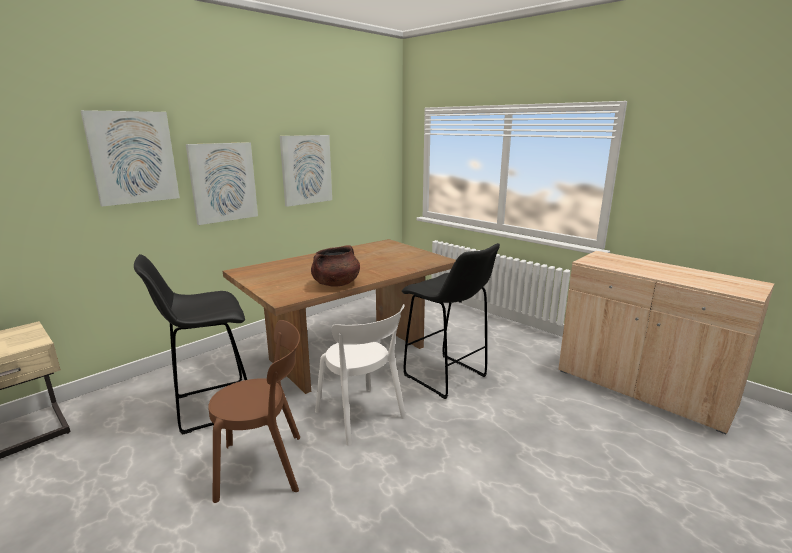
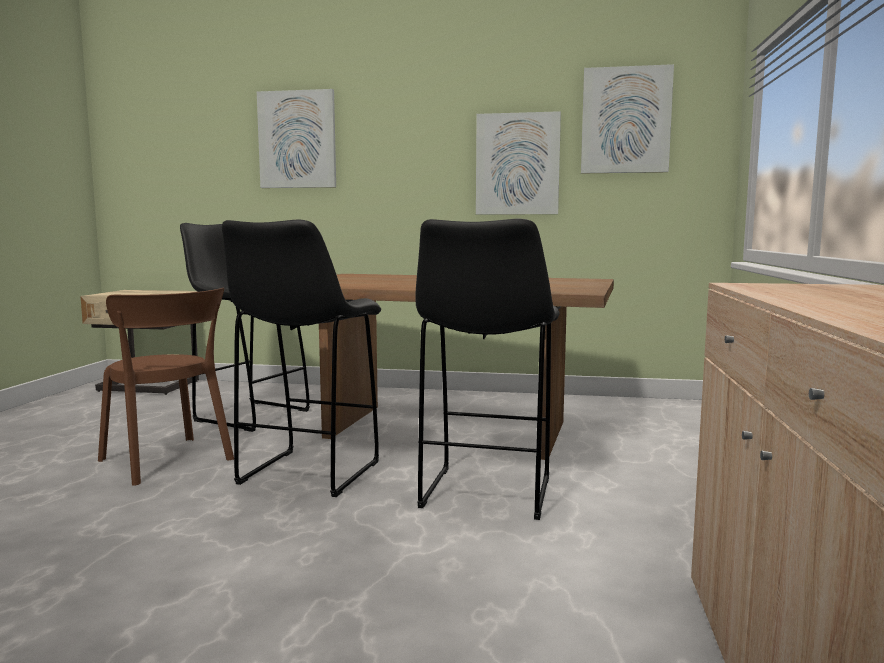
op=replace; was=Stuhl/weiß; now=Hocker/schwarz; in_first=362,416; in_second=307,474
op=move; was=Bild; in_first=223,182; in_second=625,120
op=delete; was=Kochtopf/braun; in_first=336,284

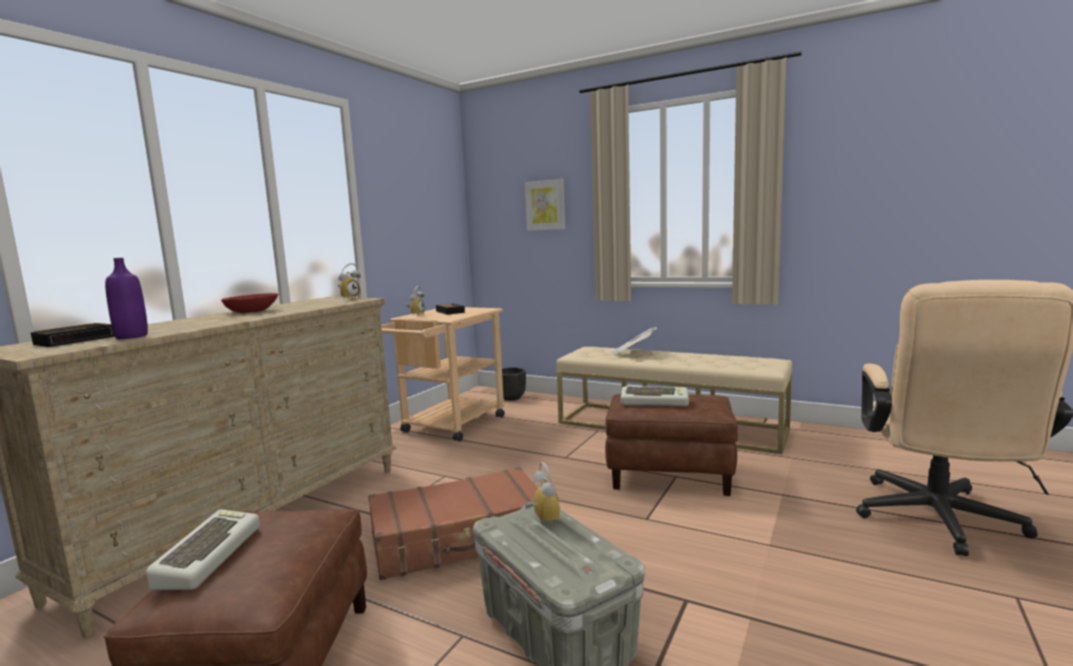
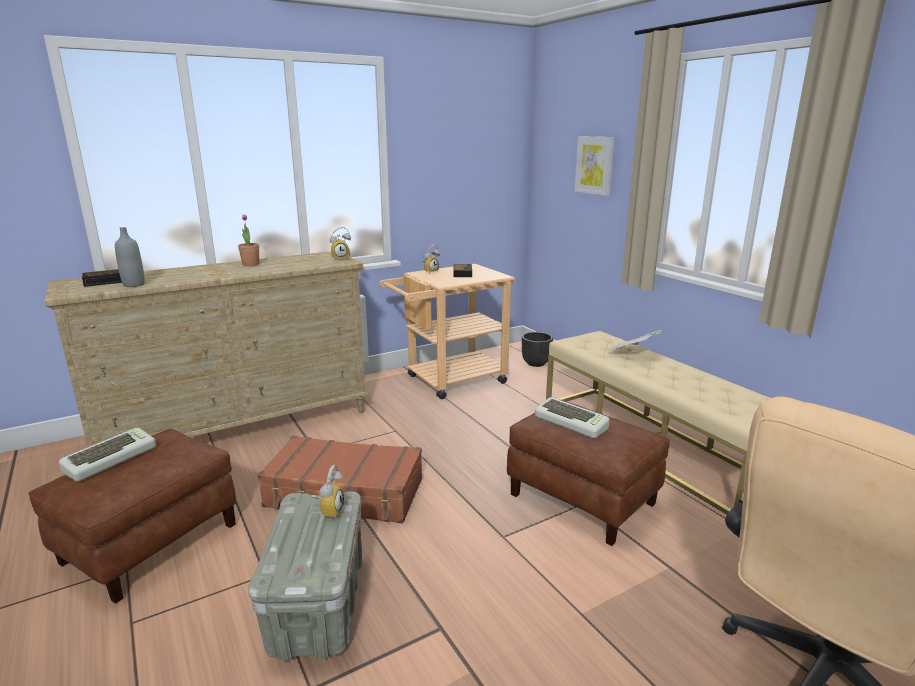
op=recolor; was=Flasche/lila; now=Flasche/grau; in_first=131,336; in_second=134,285
op=replace; was=Schüssel/rot; now=Topfpflanze; in_first=252,311; in_second=250,264

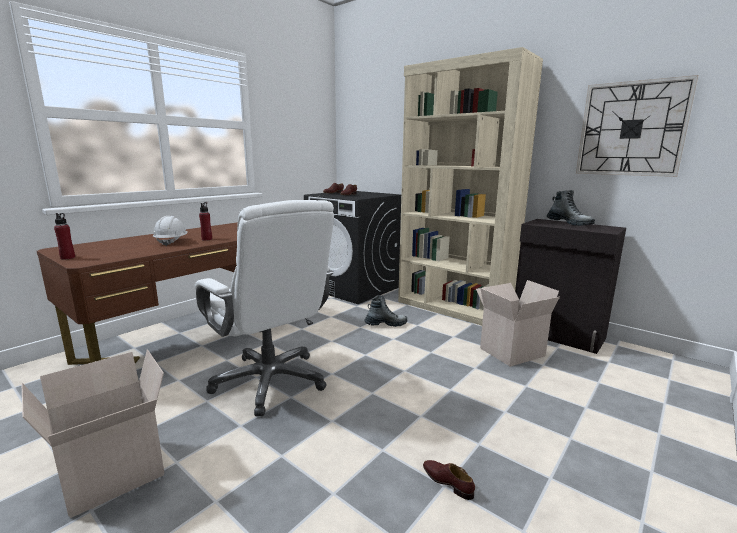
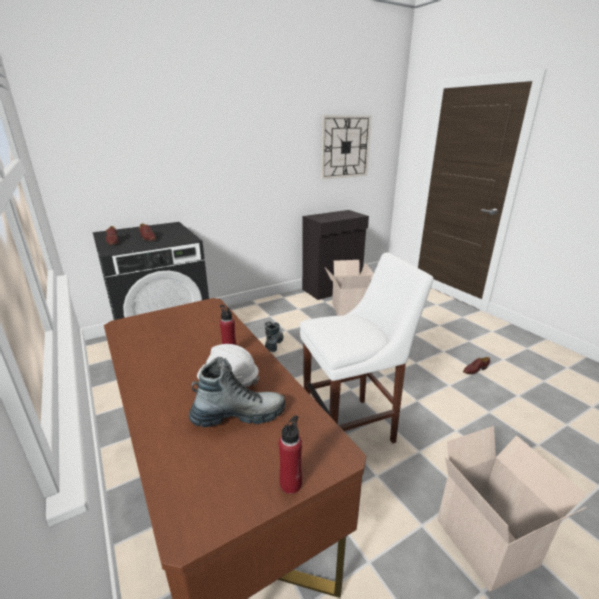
op=move; was=Stiefel; in_first=569,223; in_second=239,415
op=replace; was=Bürostuhl/weiß; now=Hocker/weiß; in_first=270,381; in_second=352,427
op=delete; was=Bücherregal/beige; in_first=453,308

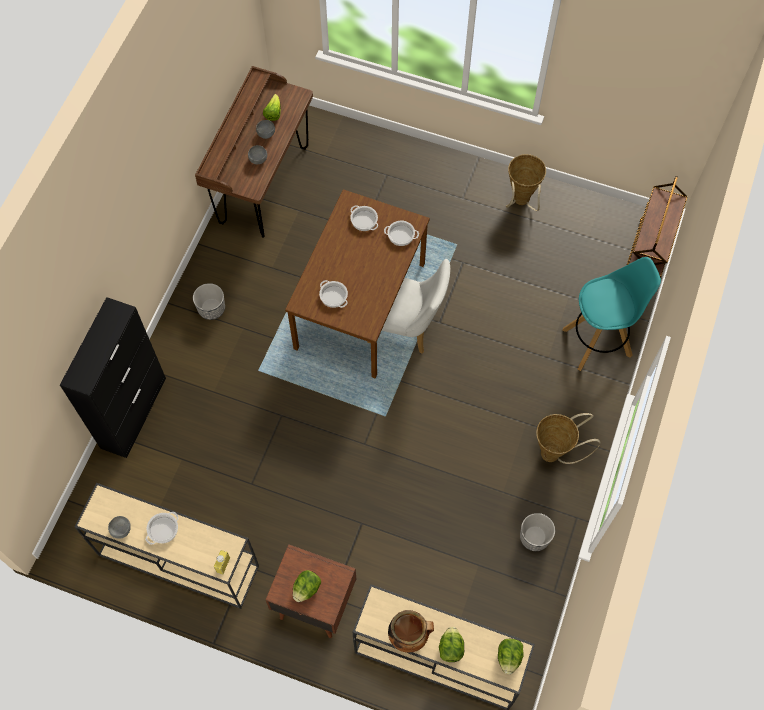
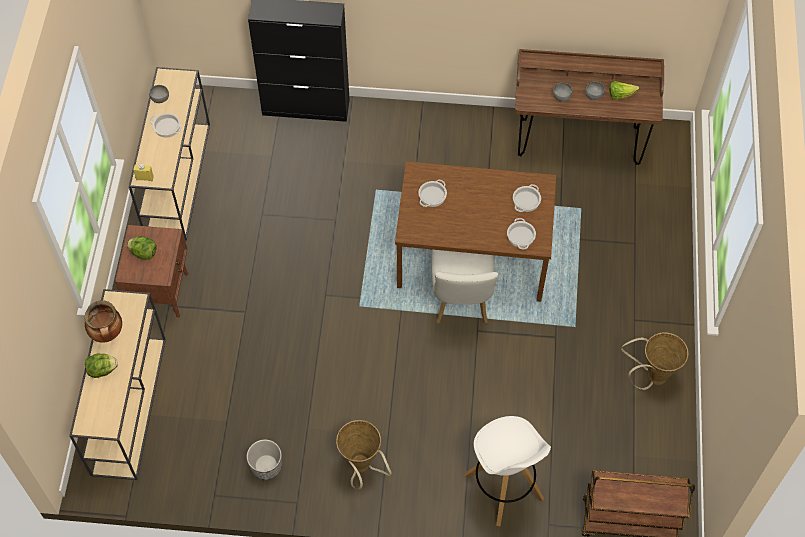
op=recolor; was=Hocker/türkis; now=Hocker/weiß; in_first=598,342; in_second=504,488
op=delete; was=Pflanzkübel; in_first=211,308
op=delete; was=Salatkopf; in_first=509,657

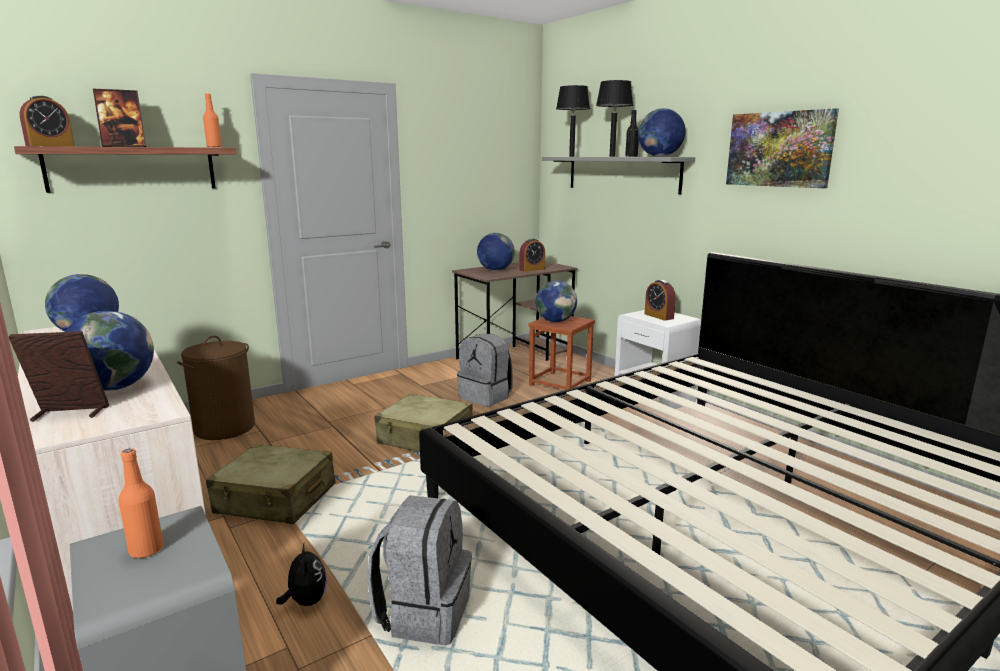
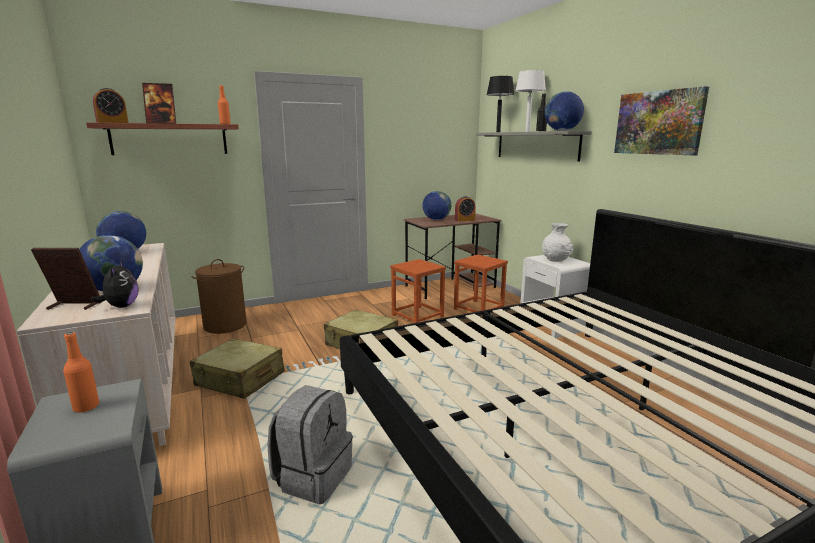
op=move; was=Plüschtier; in_first=306,601; in_second=121,306
op=replace; was=Rucksack/grau; now=Hocker/braun; in_first=486,397; in_second=418,315
op=recolor; was=Tischlampe/schwarz; now=Tischlampe/weiß; in_first=612,156; in_second=527,131
op=replace; was=Wecker; now=Vase/weiß; in_first=658,316; in_second=556,260
op=delete; was=Globus; in_first=555,321

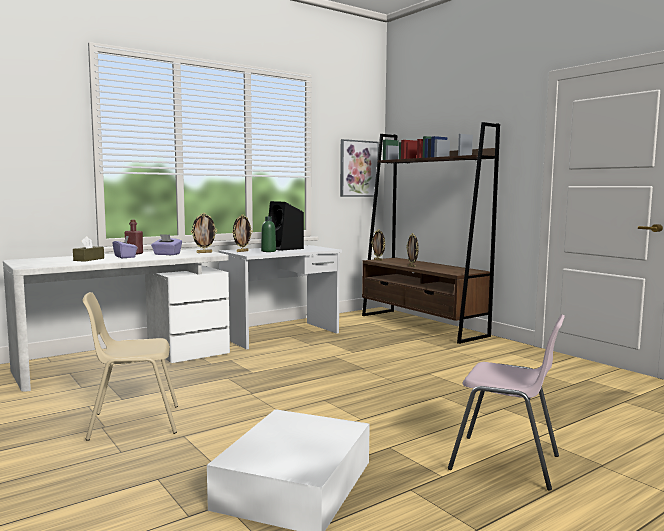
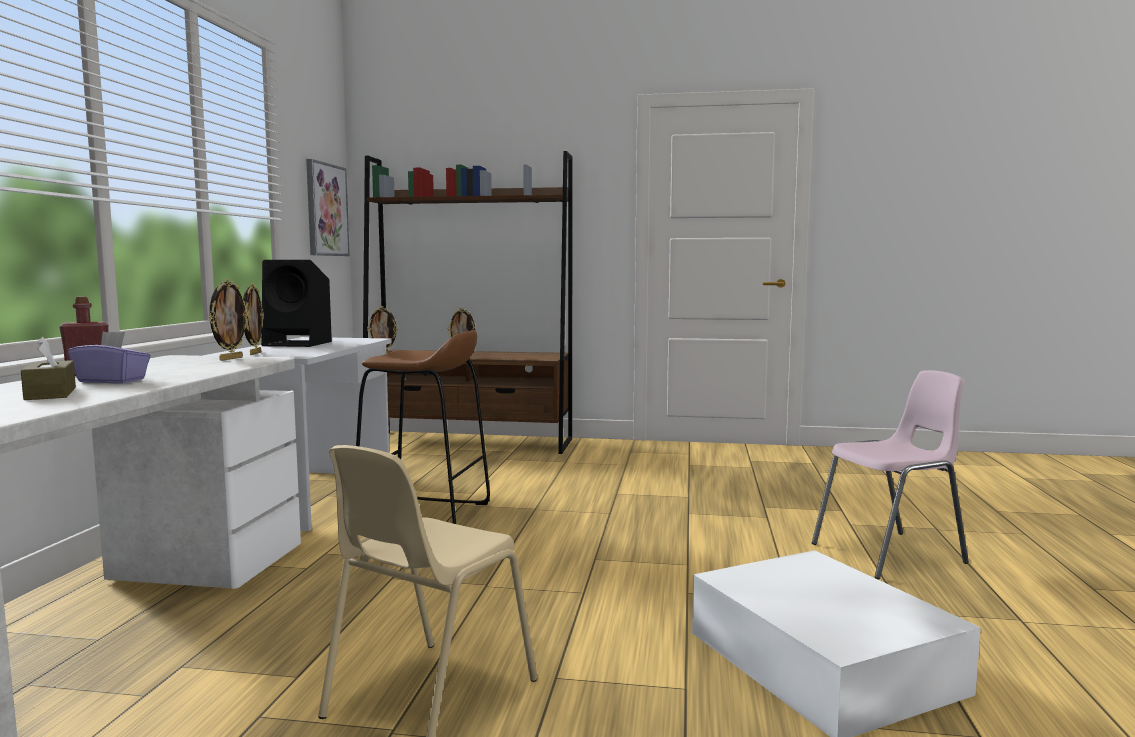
op=insert; now=Hocker/braun; in_second=424,516
op=delete; was=Taschentuchbox/lila; in_first=167,254
op=delete; was=Flasche/grün; in_first=268,251

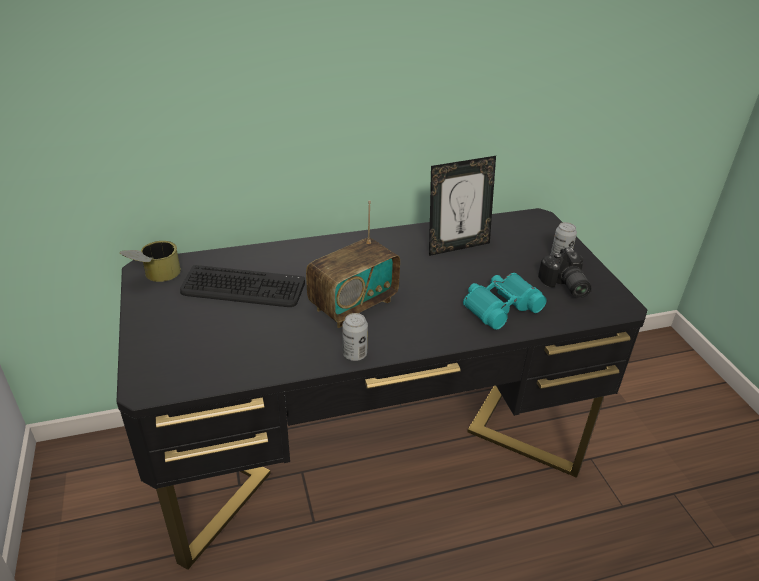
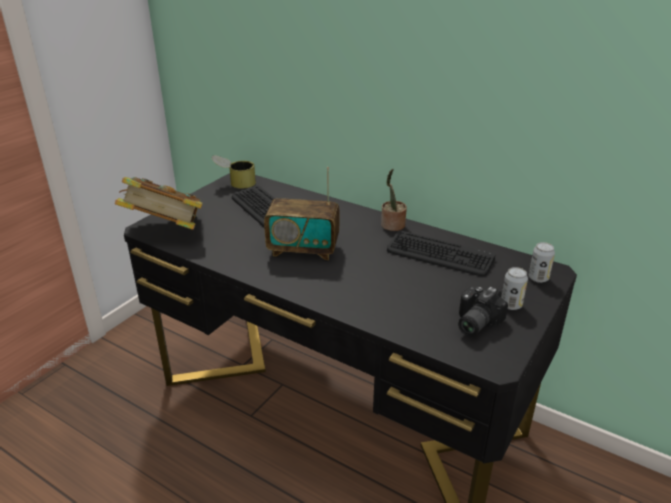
op=insert; now=Buch; in_second=165,231
op=insert; now=Topfpflanze; in_second=392,226
op=replace; was=Bilderrahmen; now=Tastatur; in_first=457,246; in_second=439,255
op=move; was=Dose; in_first=354,354; in_second=538,278
op=delete; was=Fernglas/türkis; in_first=500,306

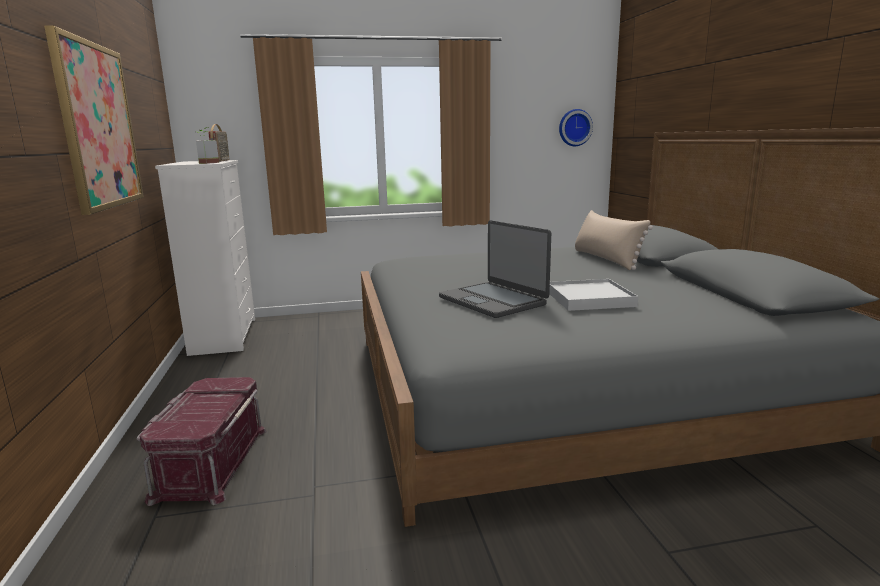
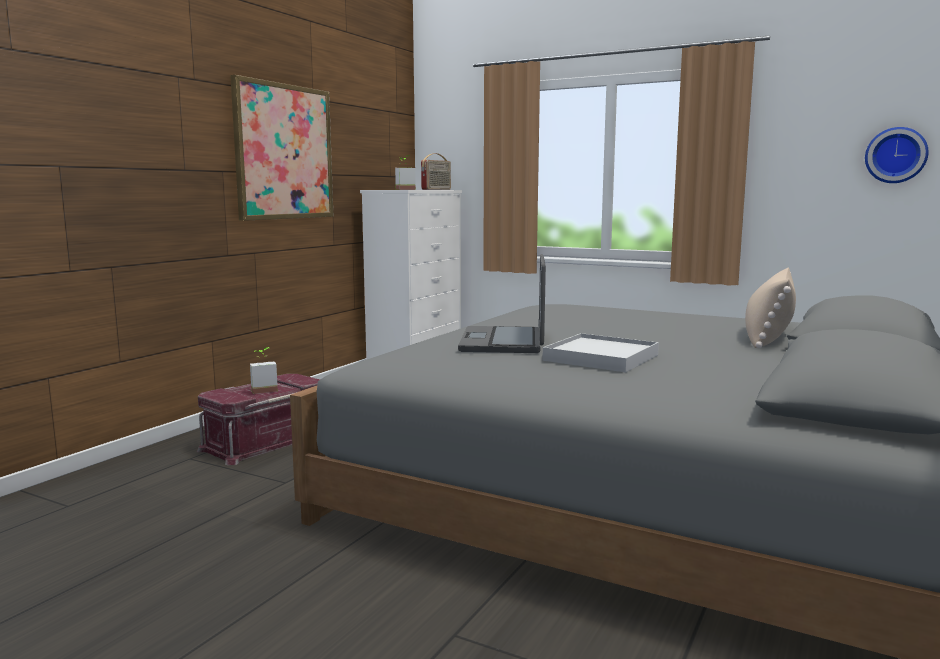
op=insert; now=Topfpflanze; in_second=263,390

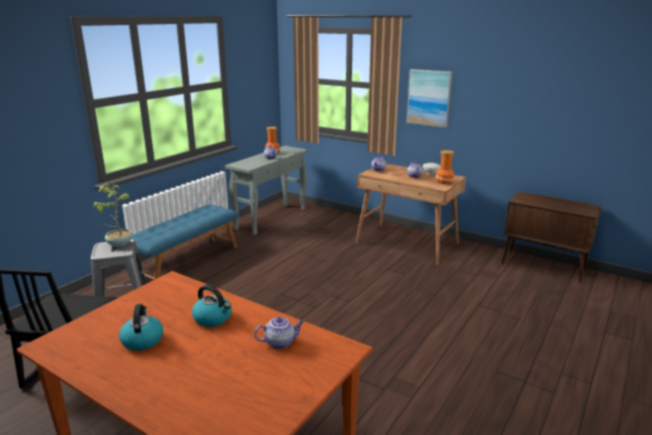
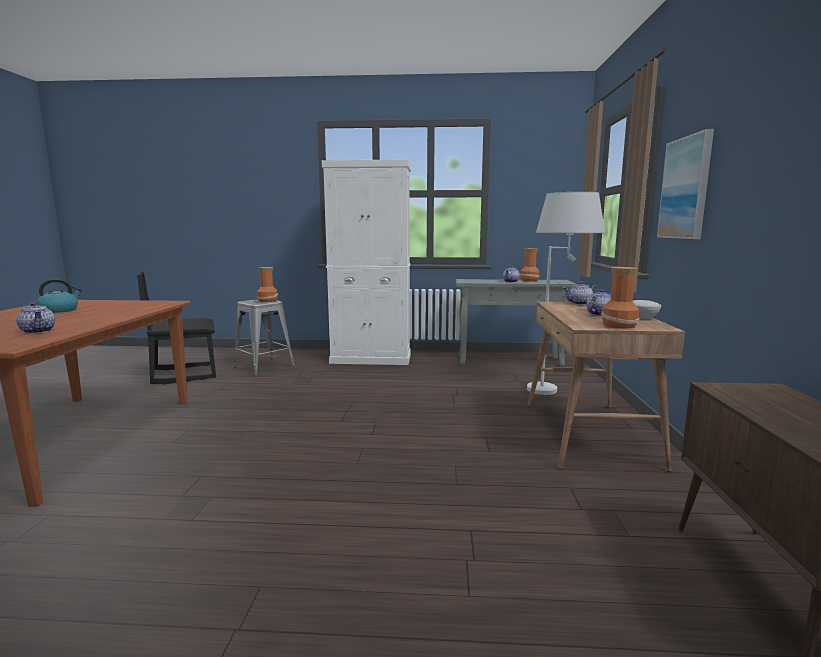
op=replace; was=Topfpflanze; now=Vase; in_first=119,244; in_second=268,300
op=replace; was=Bank/blau; now=Schrank/weiß; in_first=186,261; in_second=371,359
op=insert; now=Stehlampe/weiß; in_second=559,391
op=delete; was=Wasserkessel; in_first=213,318

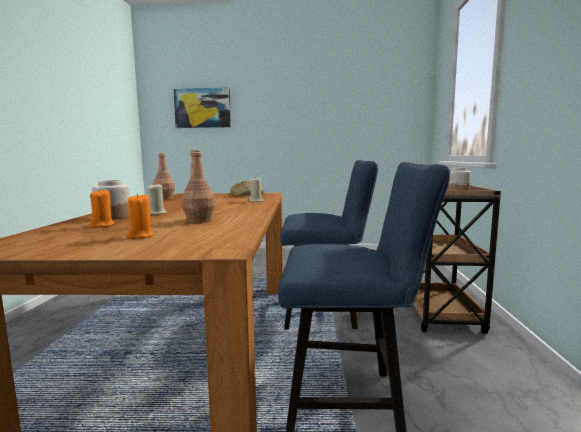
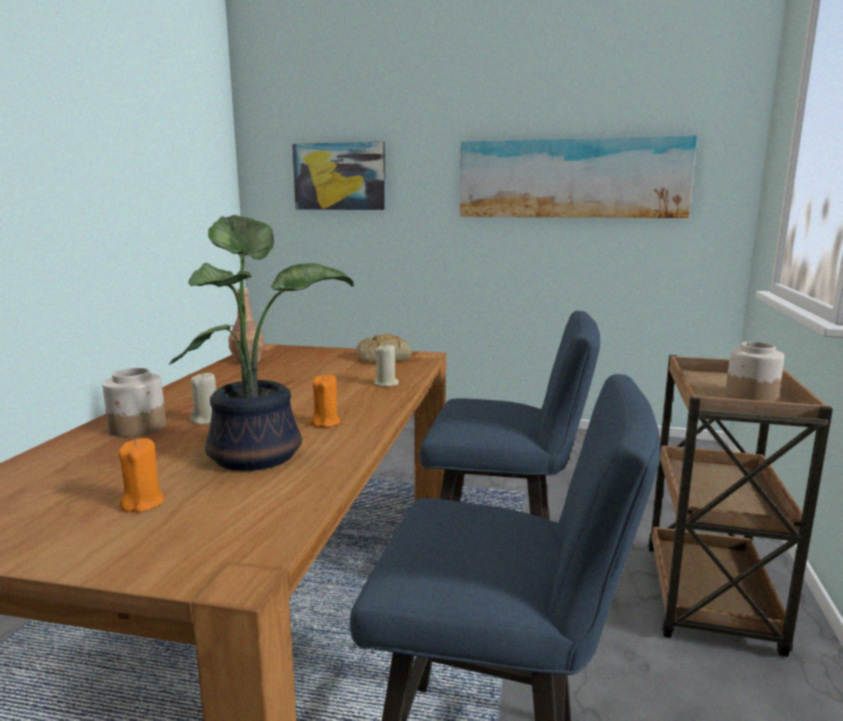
op=replace; was=Flasche/braun; now=Topfpflanze; in_first=199,220; in_second=259,453
op=move; was=Kerze/orange; in_first=102,225; in_second=325,422
op=insert; now=Bild; in_second=571,178

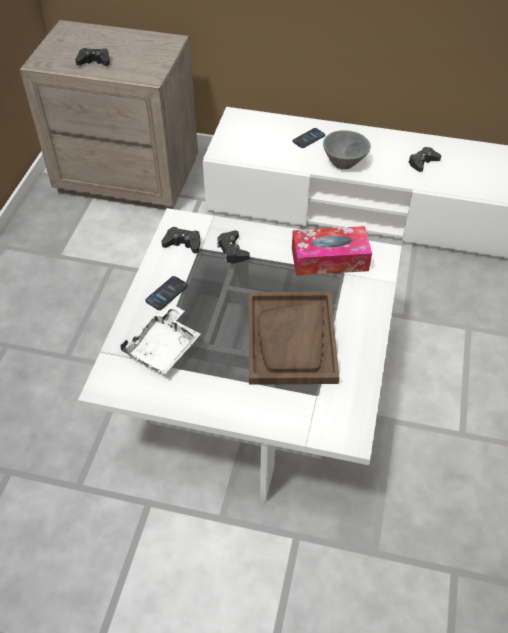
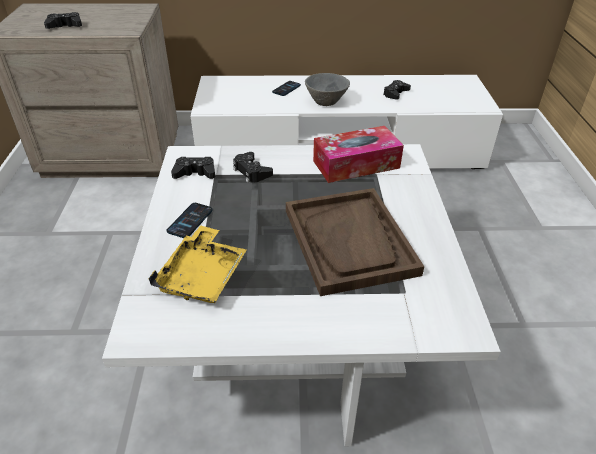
op=recolor; was=Tablett/weiß; now=Tablett/gelb; in_first=164,348; in_second=203,276

